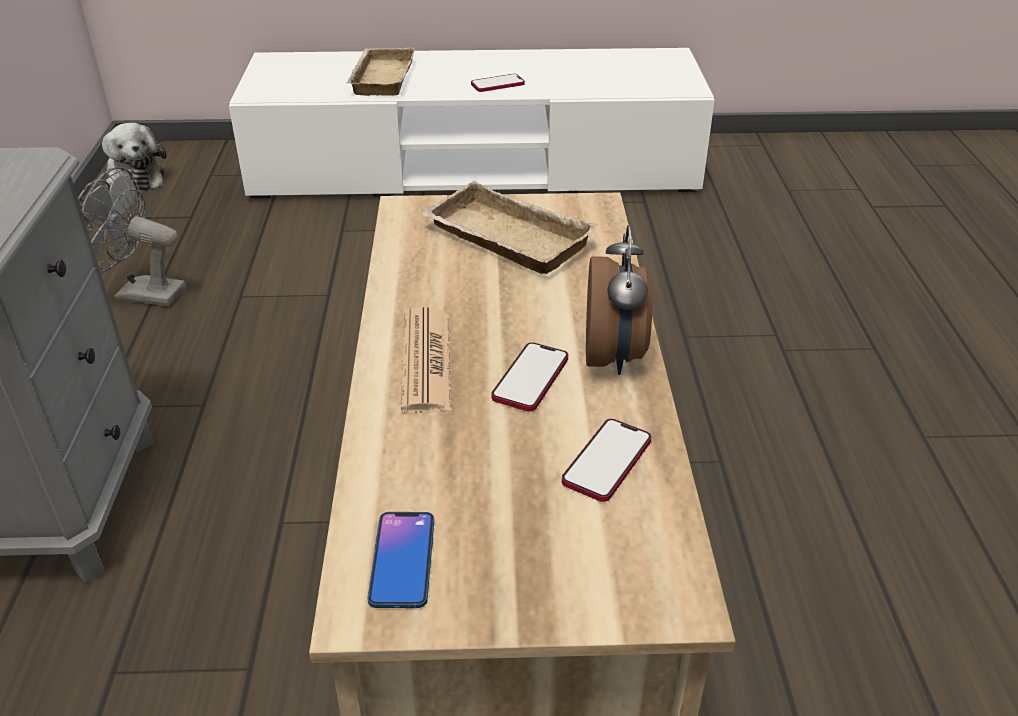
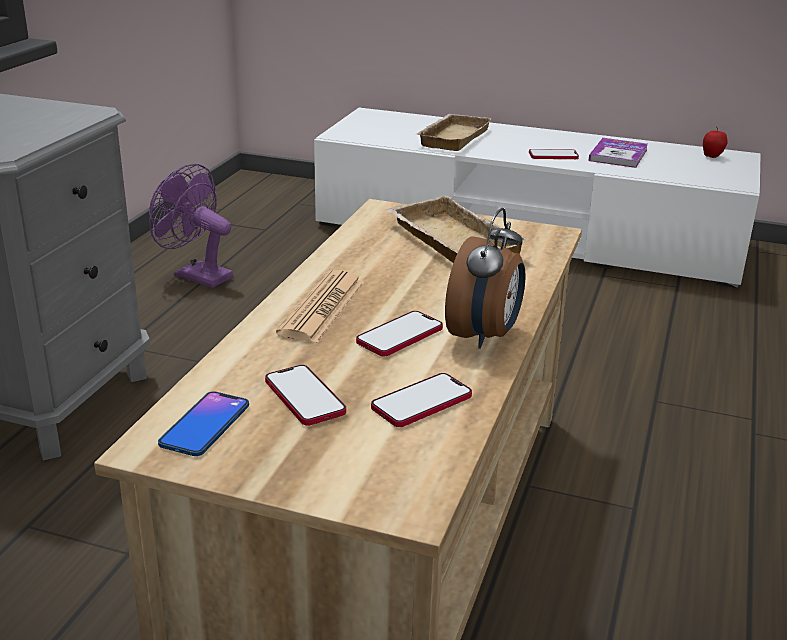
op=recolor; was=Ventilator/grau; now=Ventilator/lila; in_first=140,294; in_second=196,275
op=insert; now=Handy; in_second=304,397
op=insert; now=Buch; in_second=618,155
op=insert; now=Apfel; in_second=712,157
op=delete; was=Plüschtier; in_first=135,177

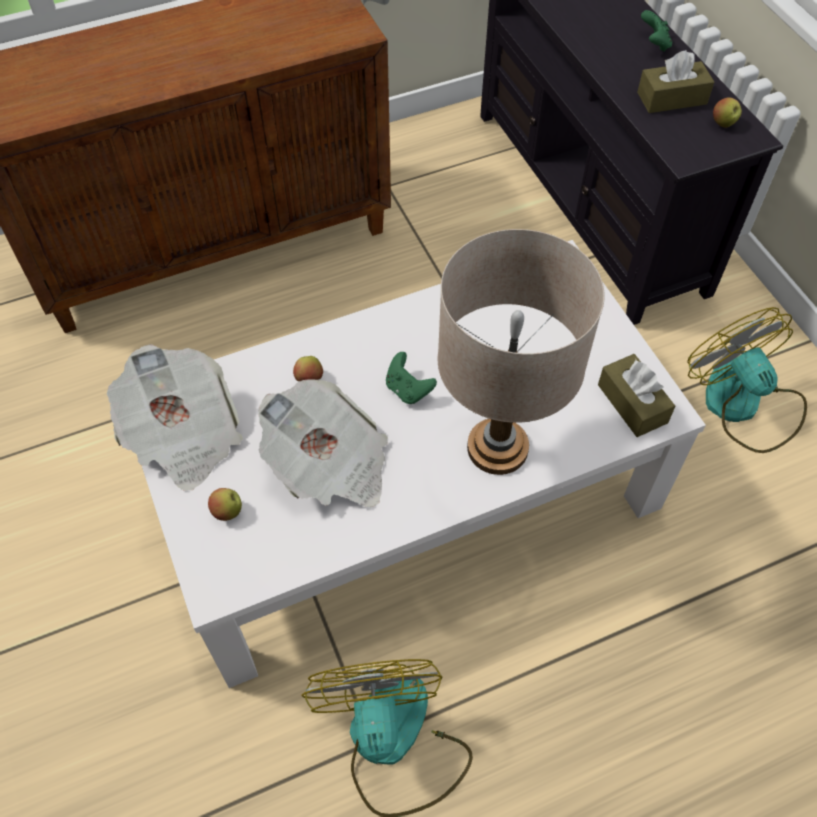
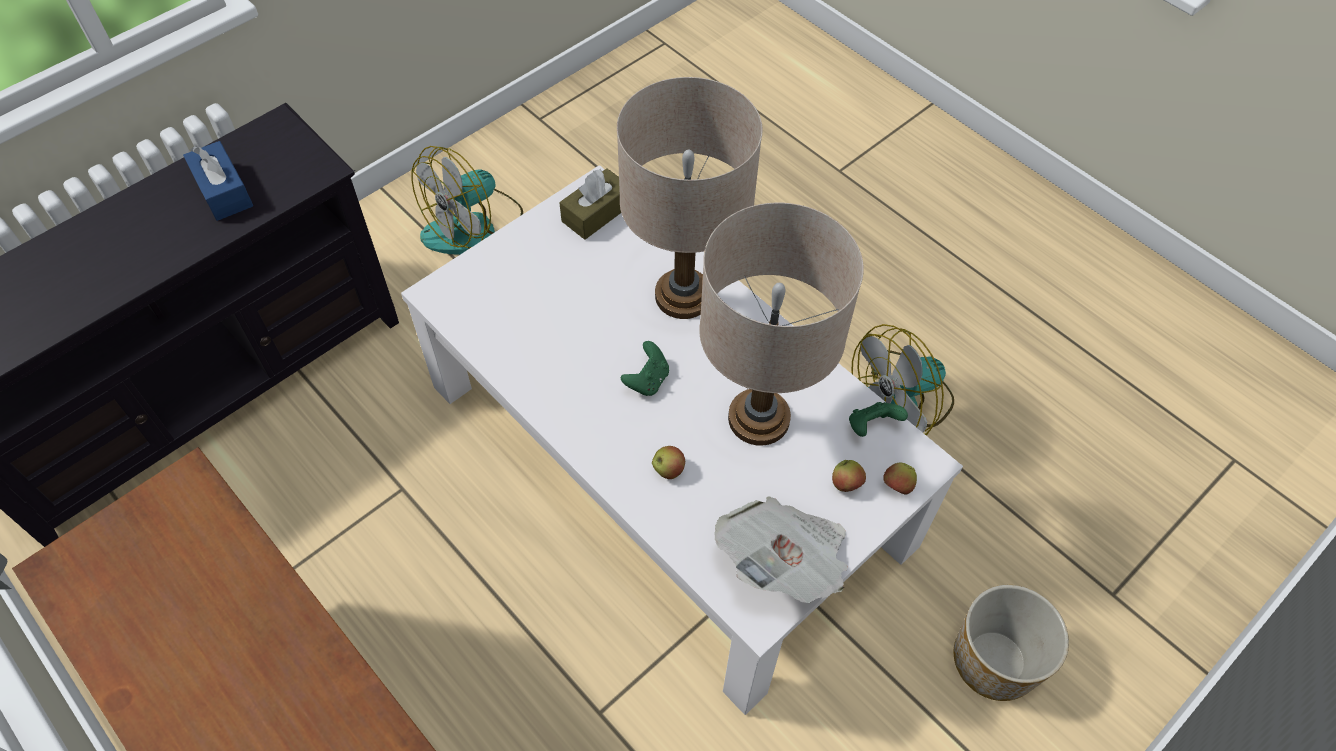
op=recolor; was=Taschentuchbox/braun; now=Taschentuchbox/blau; in_first=672,98; in_second=223,191
op=replace; was=Zeitung; now=Tischlampe/beige; in_first=329,465; in_second=758,418
op=move; was=Gamepad/grün; in_first=654,44; in_second=871,426
op=move; was=Apfel; in_first=723,123; in_second=897,486
op=insert; now=Pflanzkübel; in_second=993,659

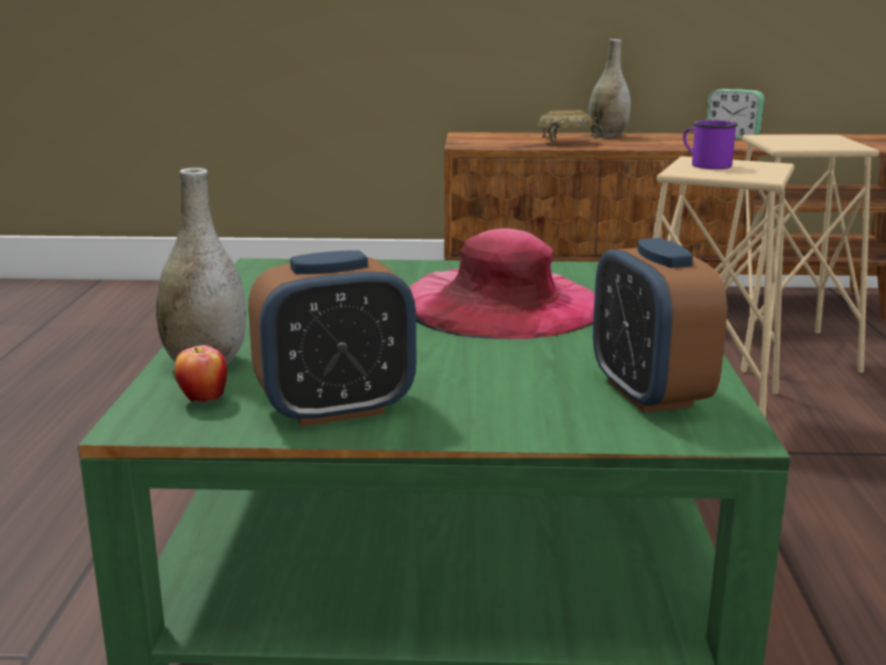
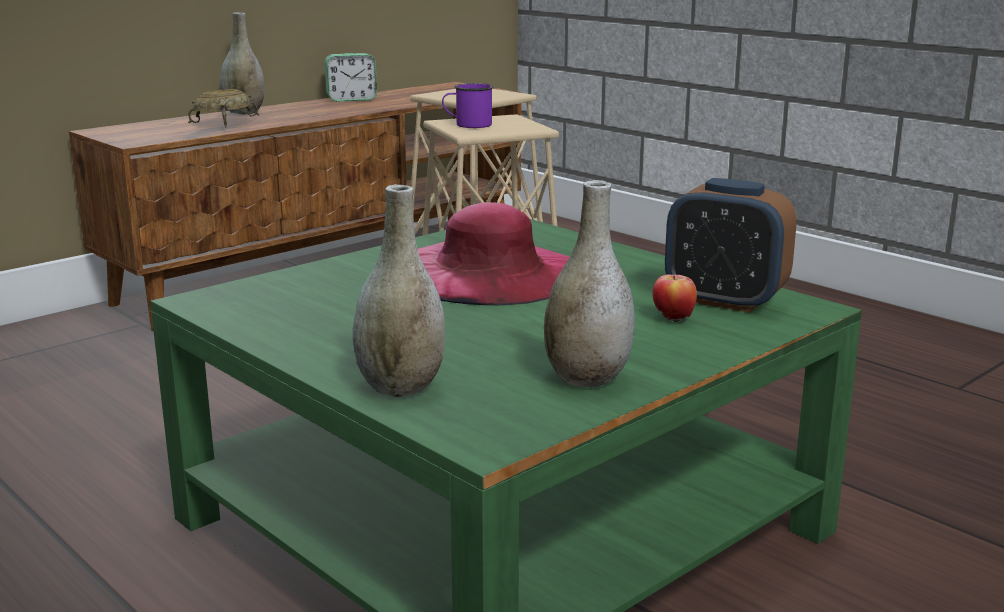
op=replace; was=Wecker; now=Vase/grau; in_first=336,409; in_second=587,378
op=move; was=Apfel; in_first=202,400; in_second=672,319

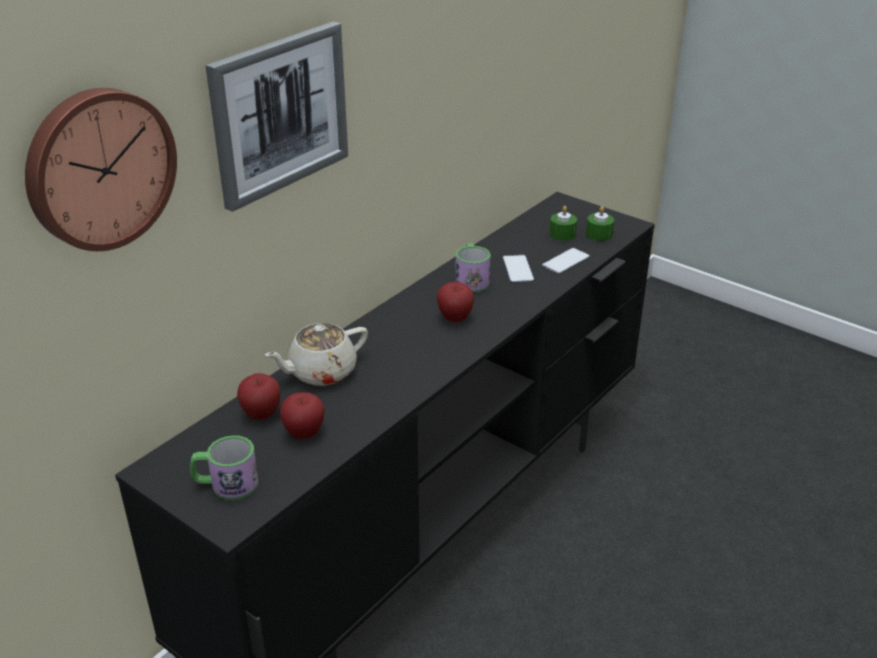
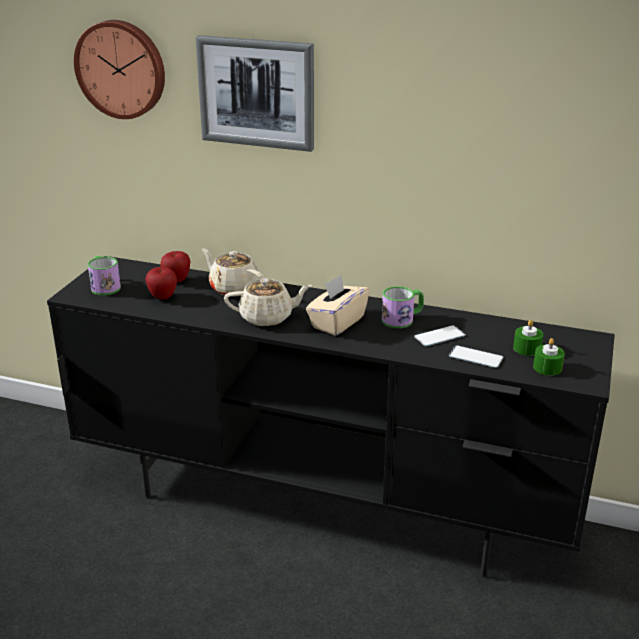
op=insert; now=Teekanne/beige; in_second=267,317
op=replace; was=Apfel; now=Taschentuchbox/beige; in_first=455,318; in_second=337,322

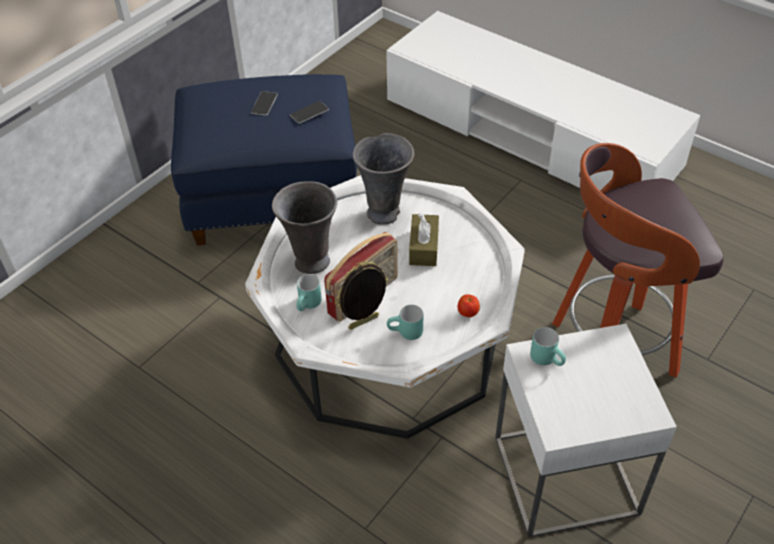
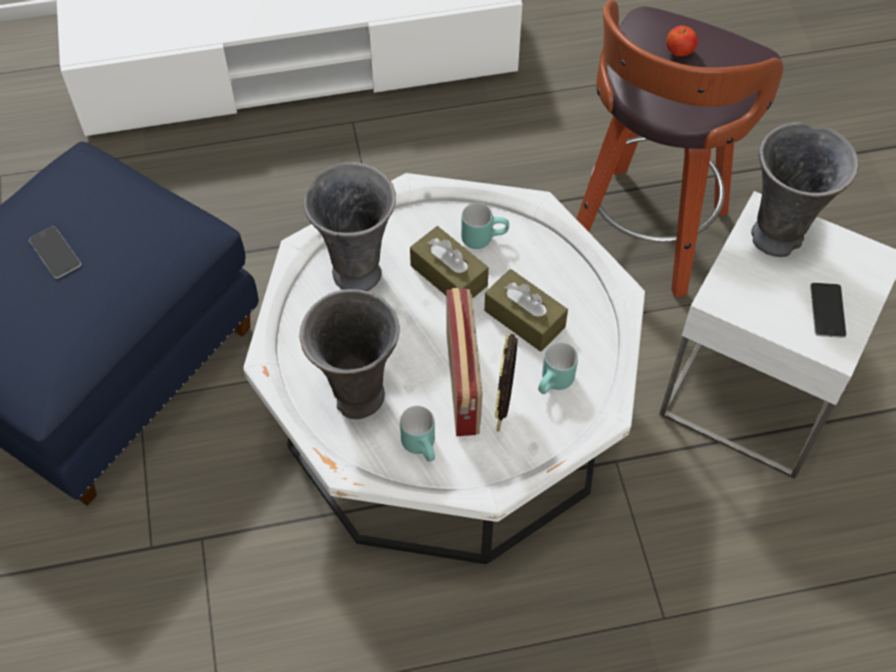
op=move; was=Henkelbecher/türkis; in_first=548,359; in_second=483,236
op=insert; now=Taschentuchbox/braun; in_second=524,318
op=move; was=Apfel; in_first=468,313; in_second=679,52
op=insert; now=Vase/grau; in_second=779,237
op=move; was=Handy; in_first=309,112; in_second=827,310

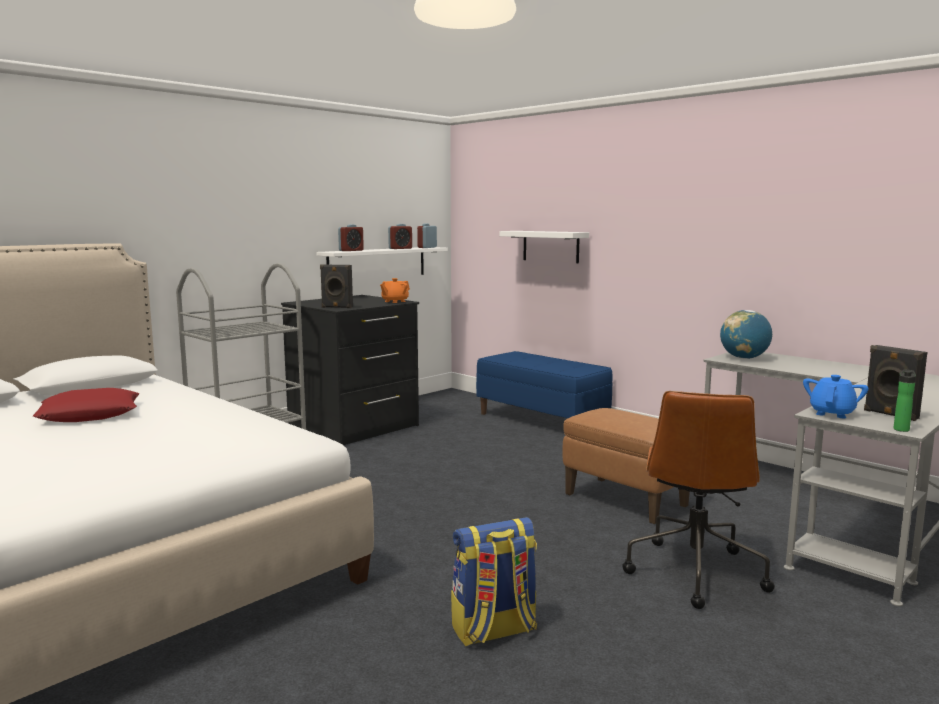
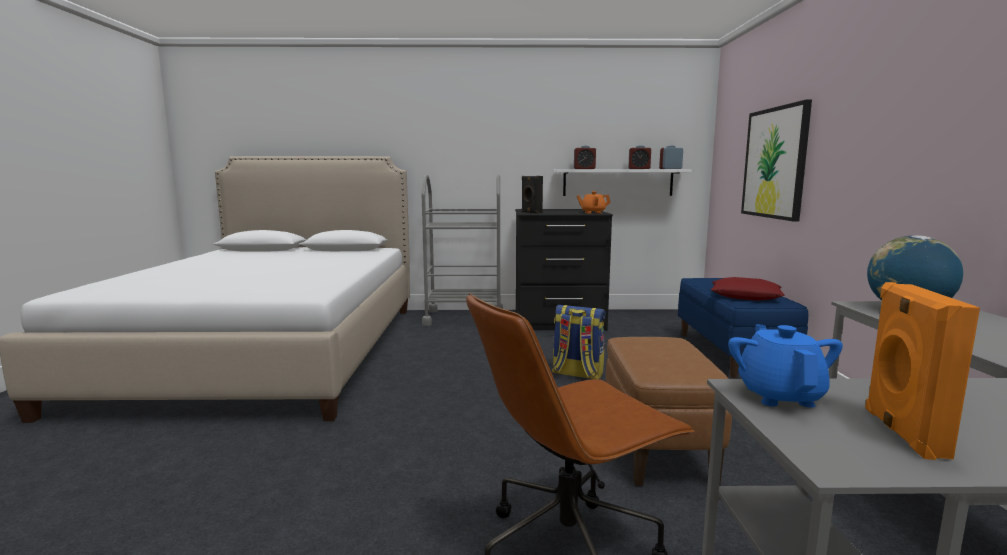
op=move; was=Rucksack; in_first=494,631; in_second=577,374
op=move; was=Kissen/rot; in_first=90,414; in_second=746,296
op=rotate; was=Teekanne/blau; in_first=832,413; in_second=779,396; clockwise=-75
op=replace; was=Wandregal/weiß; now=Bild; in_first=550,246; in_second=775,163
op=recolor; was=Lautsprecher/schwarz; now=Lautsprecher/orange; in_first=890,414; in_second=901,433
op=delete; was=Flasche; in_first=901,429

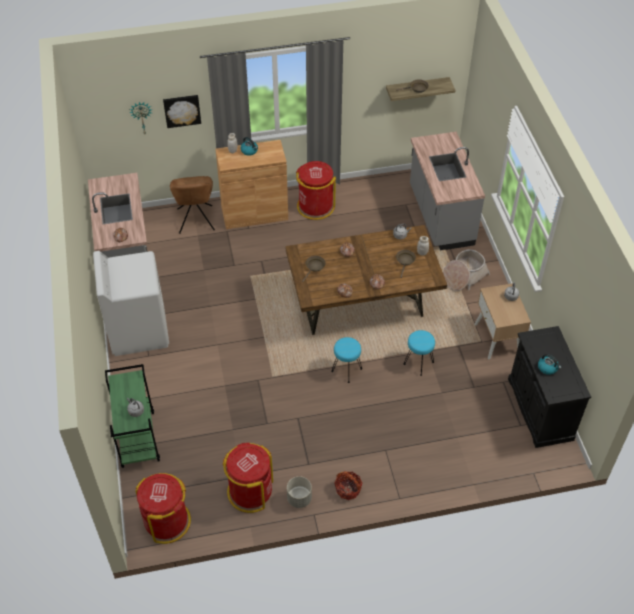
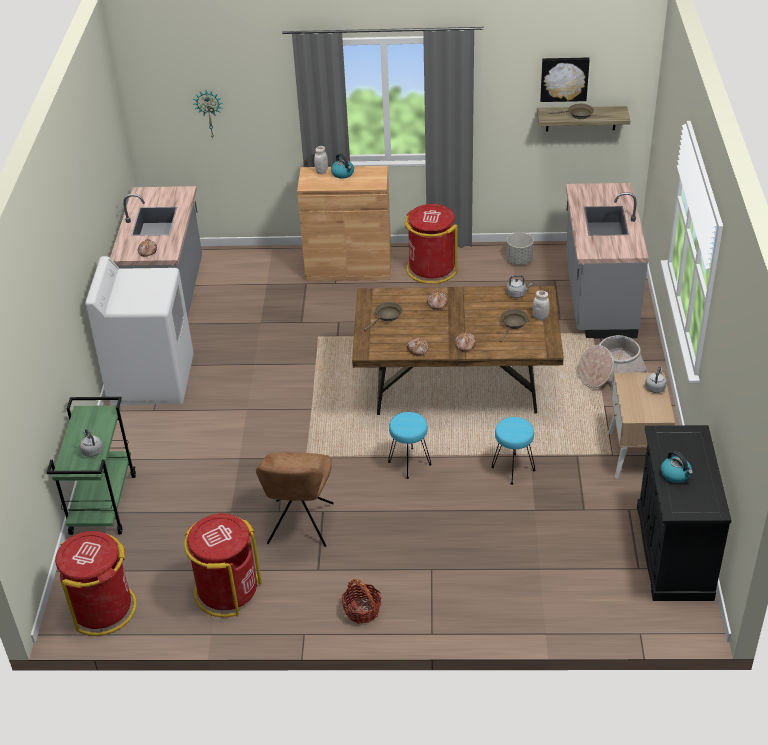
op=move; was=Stuhl/braun; in_first=195,221; in_second=300,526
op=move; was=Pflanzkübel/grau; in_first=299,498; in_second=519,260
op=move; was=Bild; in_first=182,110; in_second=564,78

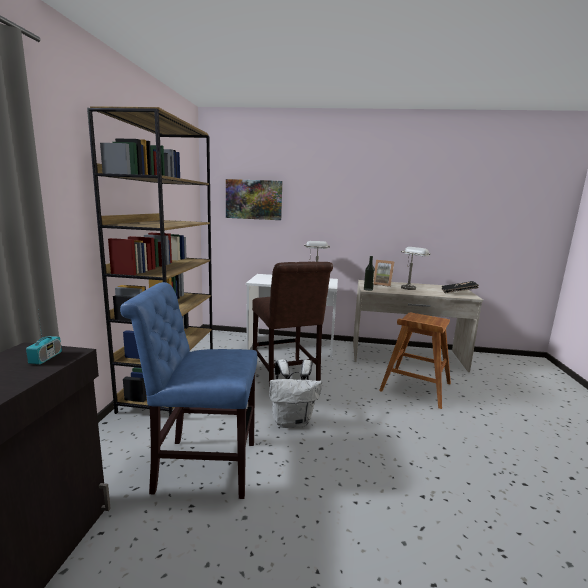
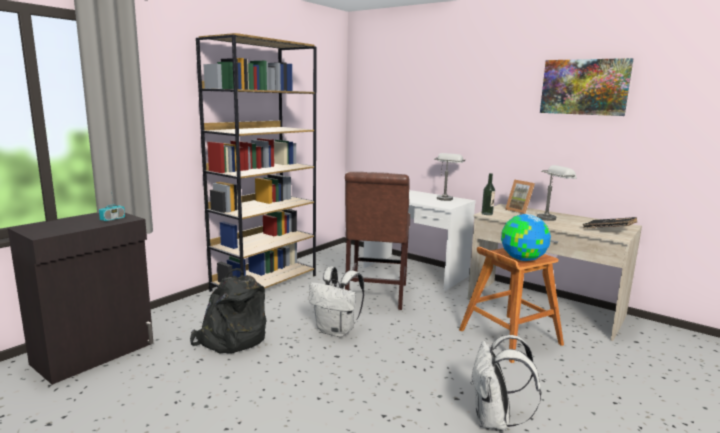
op=replace; was=Stuhl/blau; now=Rucksack/schwarz; in_first=200,466; in_second=231,339
op=insert; now=Rucksack/weiß; in_second=494,421
op=insert; now=Globus; in_second=522,259
op=move; was=Bild; in_first=254,199; in_second=584,87

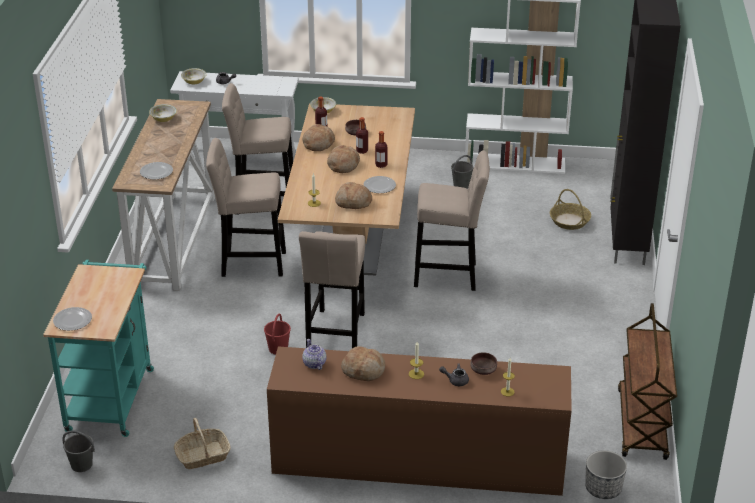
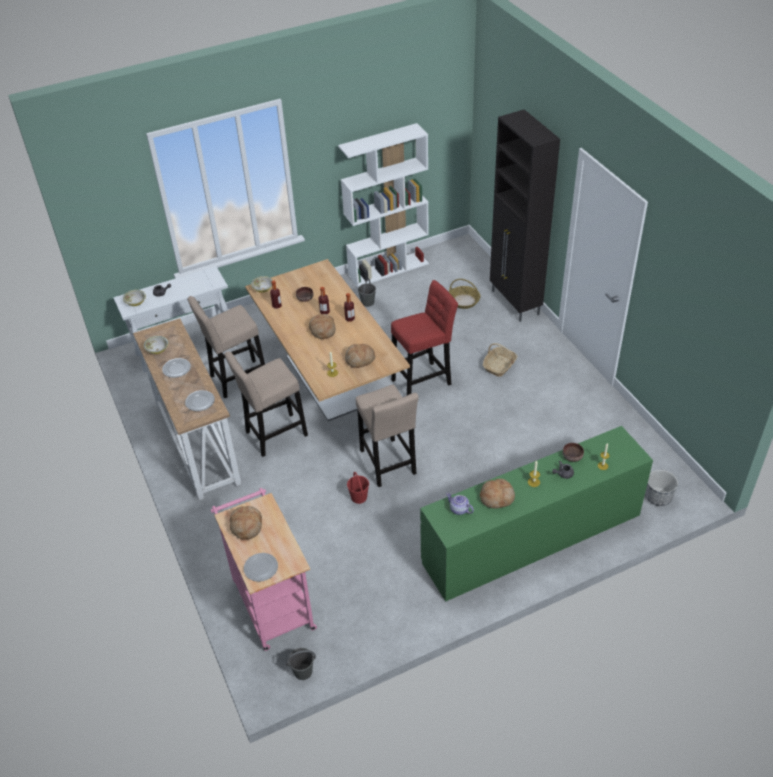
op=move; was=Teller; in_first=380,186; in_second=177,368
op=recolor; was=Rollwagen/türkis; now=Rollwagen/rosa; in_first=111,395; in_second=271,600
op=move; was=Brot; in_first=318,144; in_second=246,526
op=recolor; was=Hocker/beige; now=Hocker/rot; in_first=449,276; in_second=424,380
op=recolor; was=Kommode/braun; now=Kommode/grün; in_first=418,462; in_second=532,538
op=move; was=Korb; in_first=203,456; in_second=499,366
op=delete; was=Rollwagen/braun; in_first=642,425

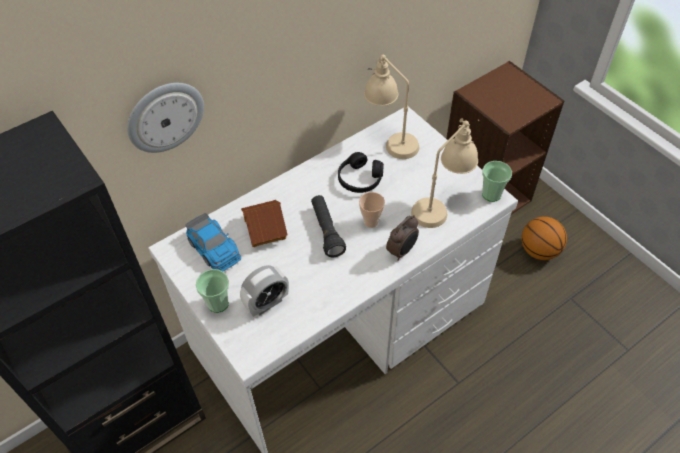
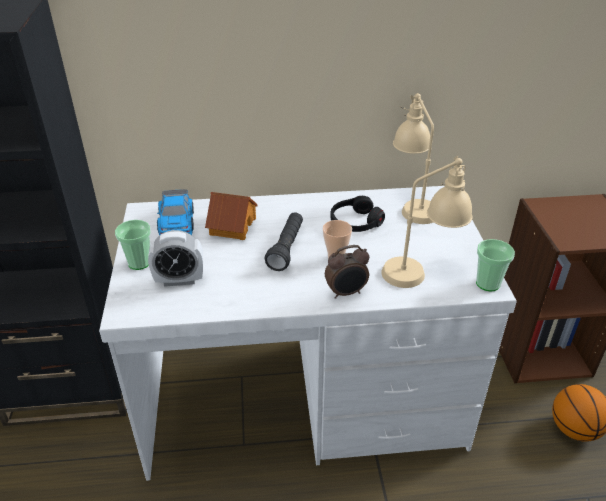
op=delete; was=Wanduhr; in_first=165,116

